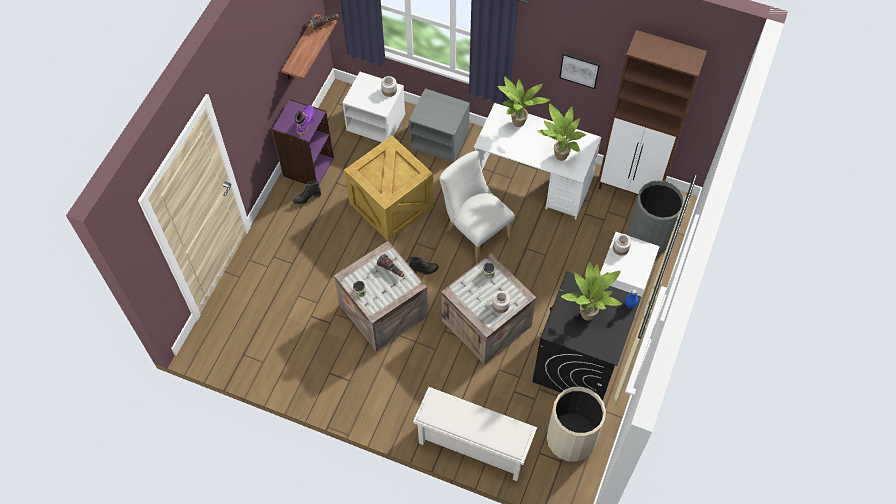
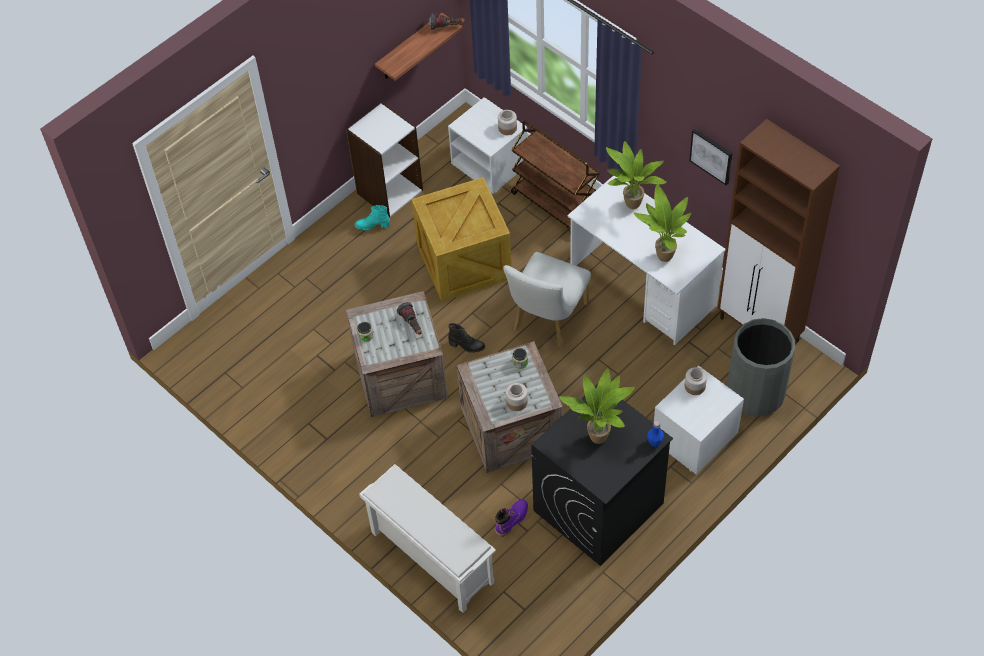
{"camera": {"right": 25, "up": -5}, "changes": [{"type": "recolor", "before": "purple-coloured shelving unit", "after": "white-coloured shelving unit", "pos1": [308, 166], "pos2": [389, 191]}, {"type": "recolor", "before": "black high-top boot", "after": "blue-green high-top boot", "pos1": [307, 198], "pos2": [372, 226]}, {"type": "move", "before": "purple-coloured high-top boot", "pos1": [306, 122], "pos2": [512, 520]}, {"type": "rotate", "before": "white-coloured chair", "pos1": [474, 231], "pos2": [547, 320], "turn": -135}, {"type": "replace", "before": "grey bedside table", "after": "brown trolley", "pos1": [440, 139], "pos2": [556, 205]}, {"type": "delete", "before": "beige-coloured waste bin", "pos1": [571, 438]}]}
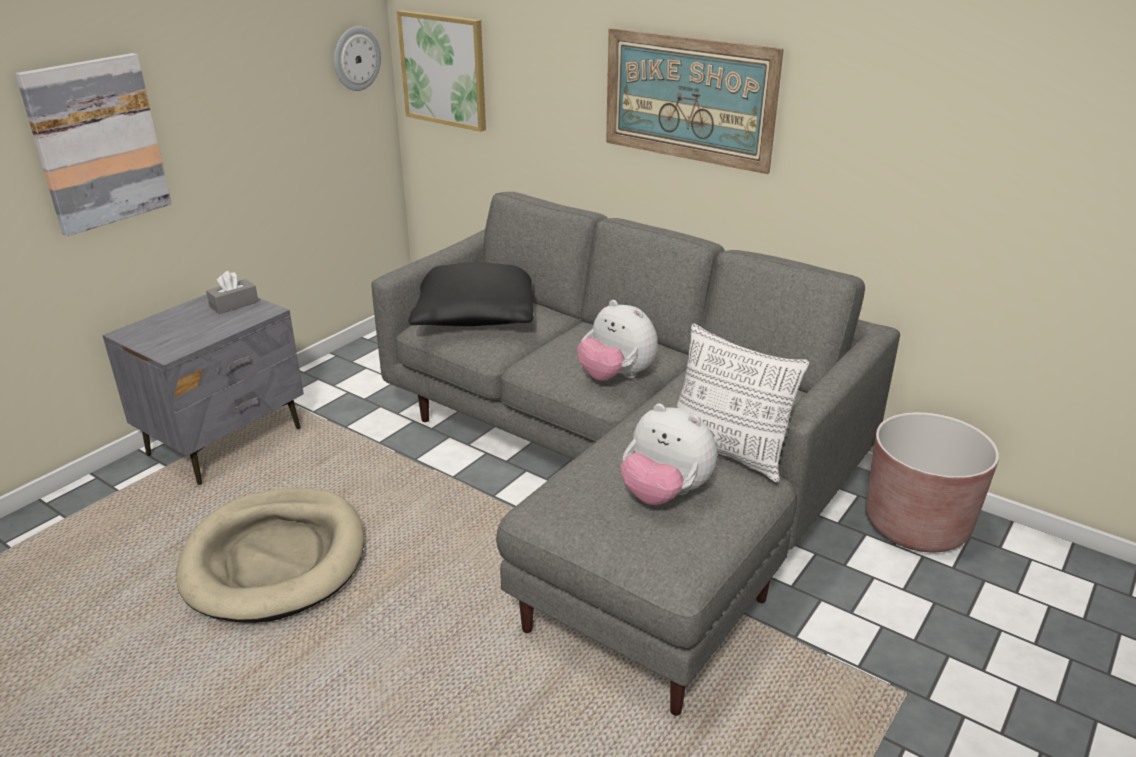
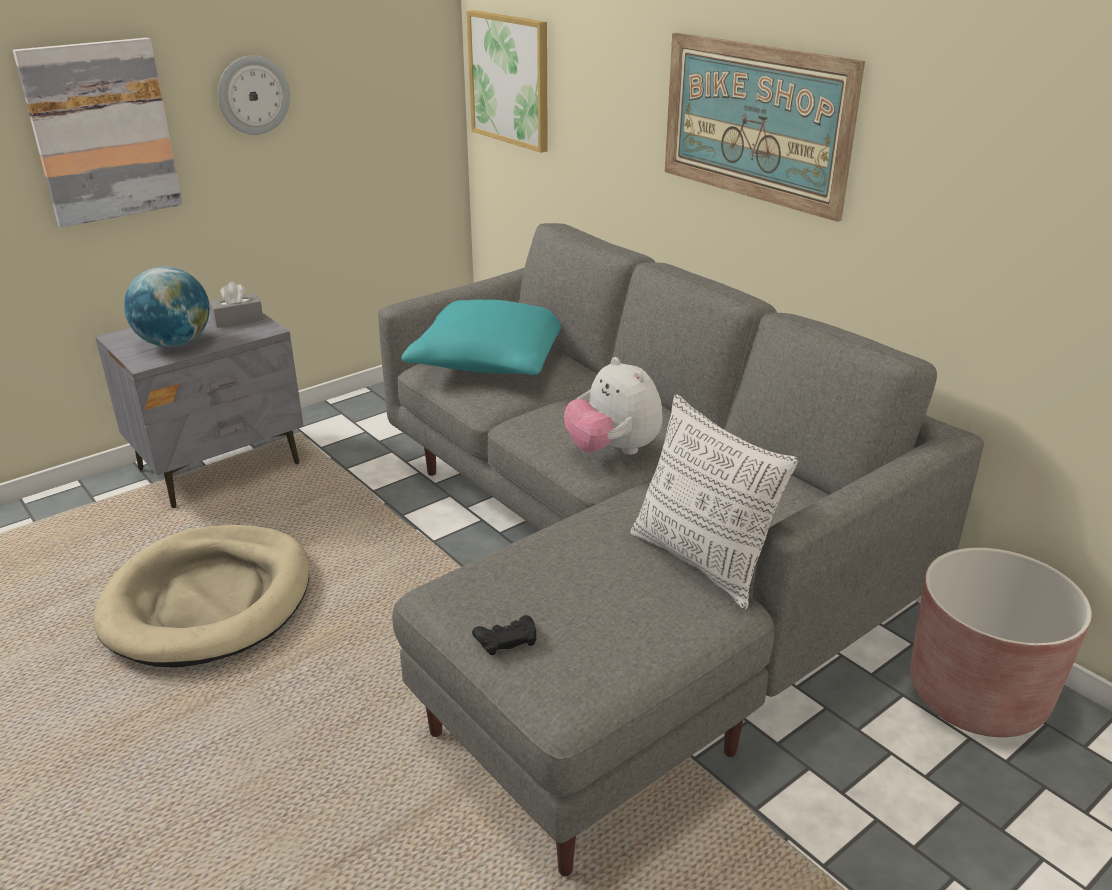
{"camera": {"right": 15, "up": 0}, "changes": [{"type": "insert", "after": "desk globe", "pos2": [175, 343]}, {"type": "move", "before": "hanging clock", "pos1": [356, 58], "pos2": [253, 95]}, {"type": "recolor", "before": "black pillow", "after": "blue-green pillow", "pos1": [474, 315], "pos2": [488, 360]}, {"type": "insert", "after": "black joypad", "pos2": [506, 639]}, {"type": "delete", "before": "soft toy", "pos1": [665, 494]}]}
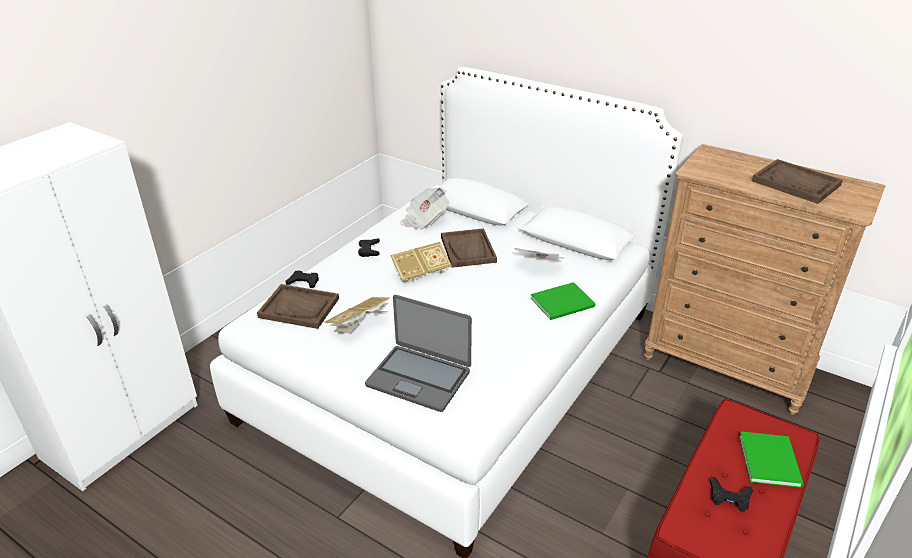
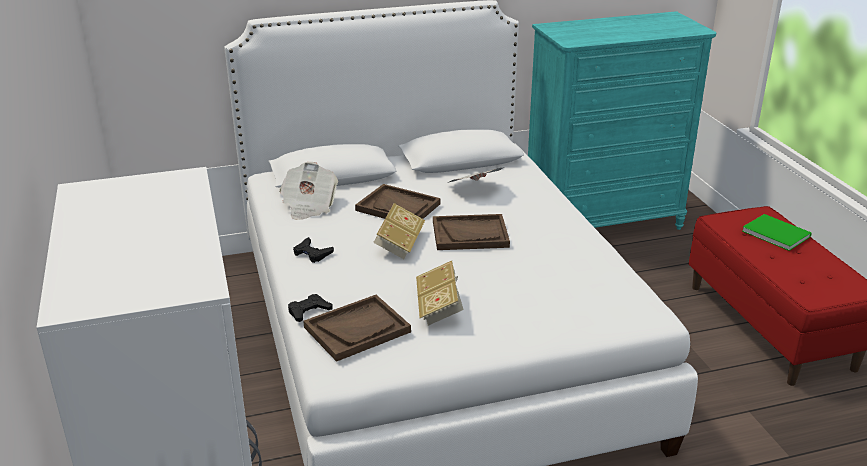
{"camera": {"right": -50, "up": -5}, "changes": [{"type": "move", "before": "brown carrying tray", "pos1": [796, 183], "pos2": [470, 234]}, {"type": "recolor", "before": "brown dresser", "after": "blue-green dresser", "pos1": [727, 365], "pos2": [603, 223]}, {"type": "delete", "before": "notebook computer", "pos1": [419, 377]}, {"type": "delete", "before": "greenish book", "pos1": [564, 303]}, {"type": "delete", "before": "black joypad", "pos1": [729, 497]}]}
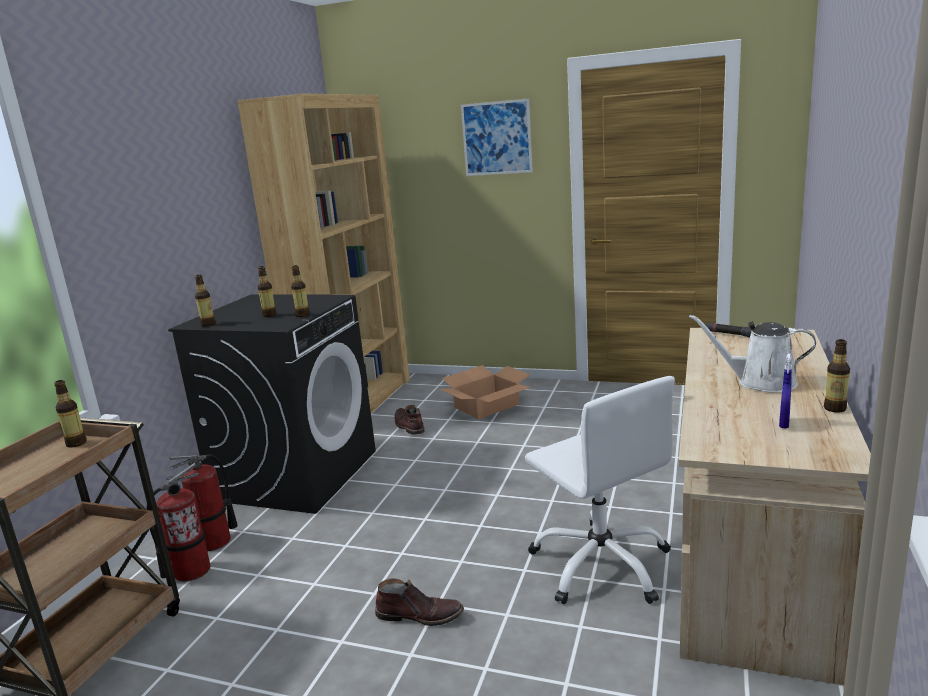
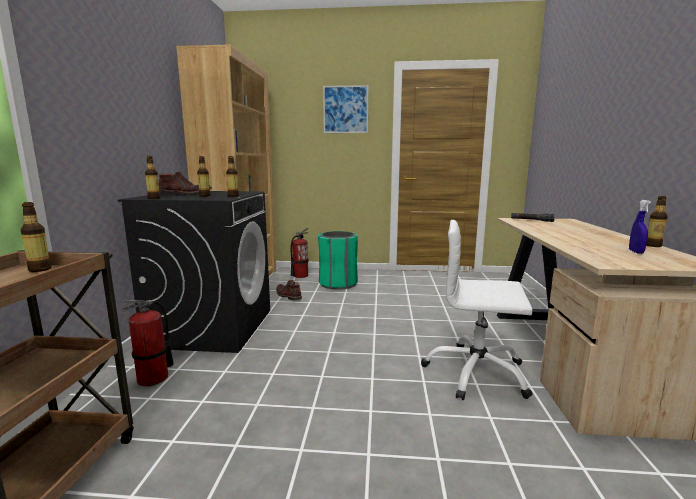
{"camera": {"right": -15, "up": -5}, "changes": [{"type": "move", "before": "brown high-top boot", "pos1": [420, 615], "pos2": [185, 194]}, {"type": "move", "before": "fire extinguisher", "pos1": [191, 571], "pos2": [300, 275]}, {"type": "replace", "before": "carton", "after": "greenish waste bin", "pos1": [487, 406], "pos2": [338, 283]}, {"type": "rotate", "before": "white-coloured computer chair", "pos1": [601, 564], "pos2": [476, 373], "turn": 150}, {"type": "delete", "before": "white-coloured watering can", "pos1": [760, 382]}]}
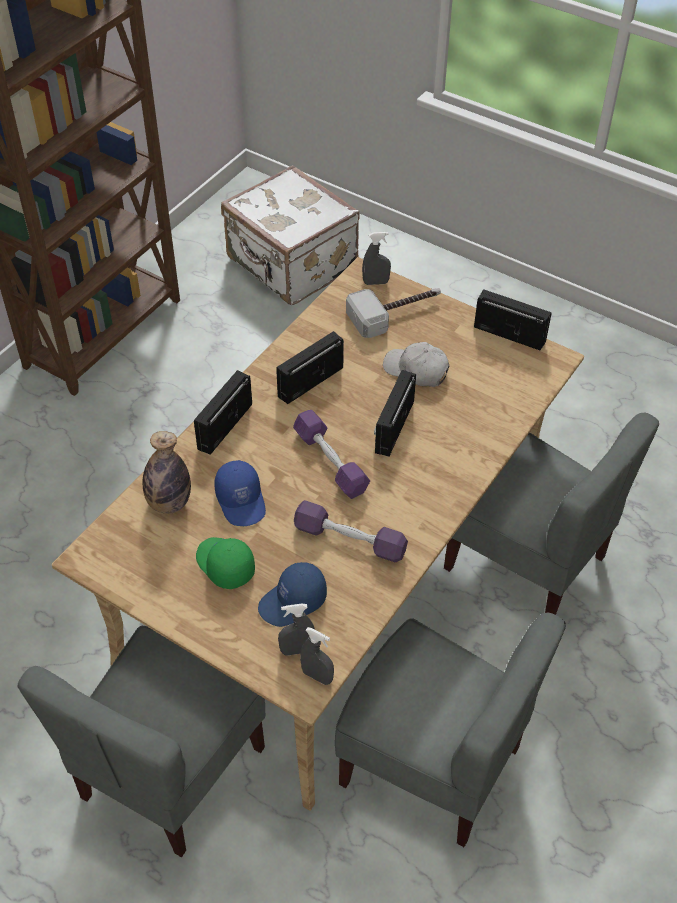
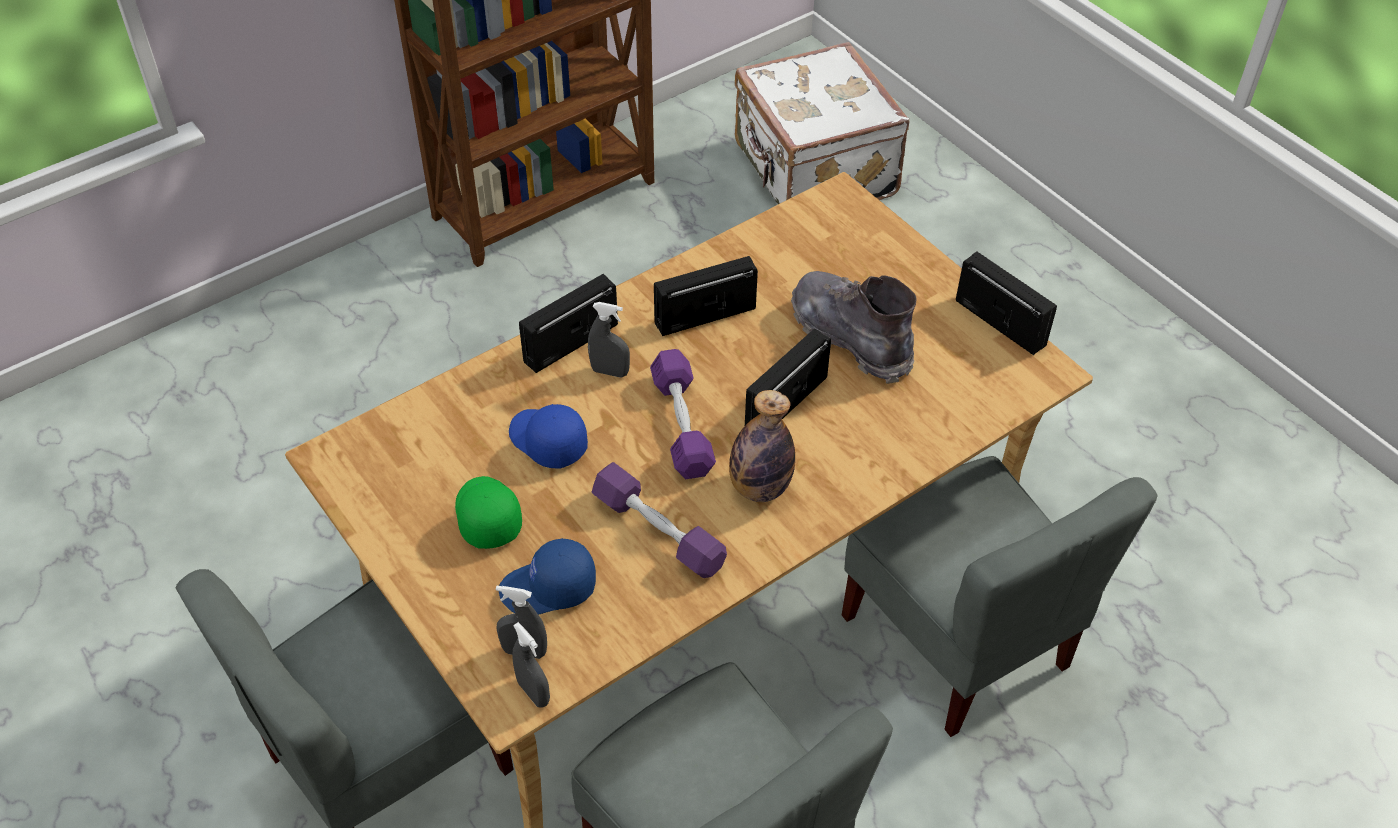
{"camera": {"right": 20, "up": 0}, "changes": [{"type": "rotate", "before": "blue-coloured baseball cap", "pos1": [242, 501], "pos2": [547, 442], "turn": 135}, {"type": "move", "before": "grey hand sprayer", "pos1": [375, 282], "pos2": [610, 371]}, {"type": "move", "before": "bottle", "pos1": [169, 503], "pos2": [759, 488]}, {"type": "replace", "before": "white-coloured baseball cap", "after": "grey high-top boot", "pos1": [416, 370], "pos2": [850, 337]}, {"type": "delete", "before": "hand hammer", "pos1": [396, 313]}]}
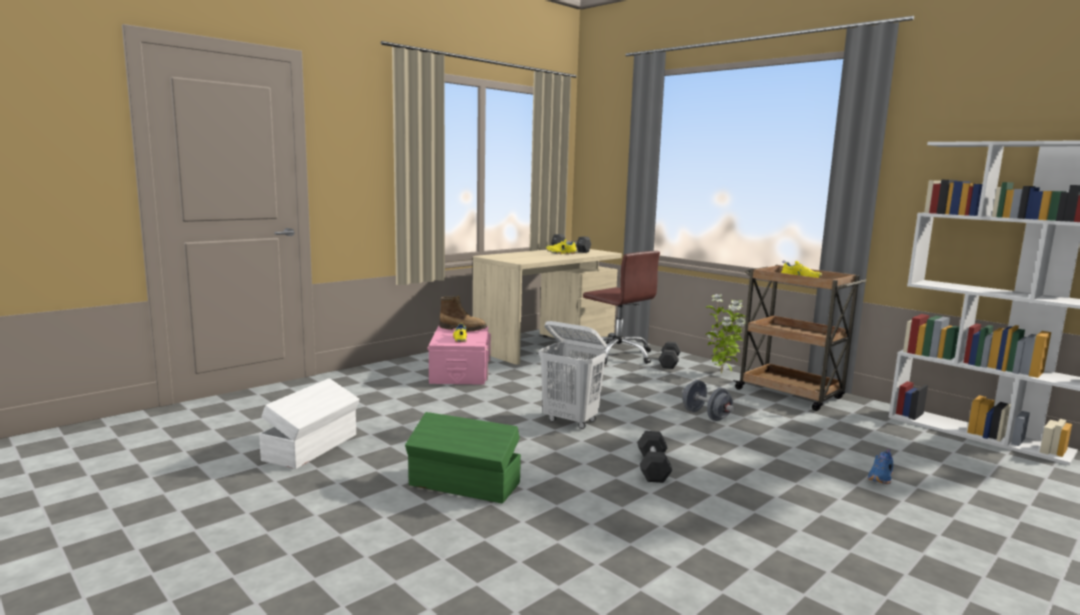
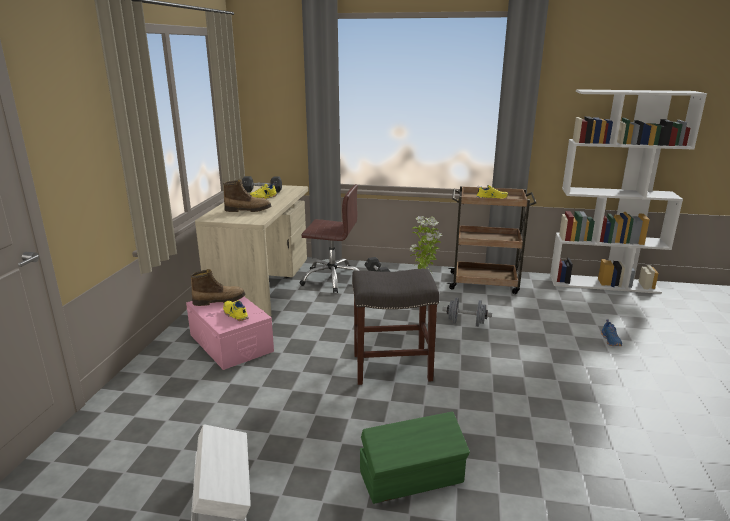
{"camera": {"right": -35, "up": 10}, "changes": [{"type": "insert", "after": "high-top boot", "pos2": [248, 210]}, {"type": "replace", "before": "white-coloured laundry basket", "after": "grey stool seat", "pos1": [571, 421], "pos2": [393, 366]}, {"type": "delete", "before": "black dumbbell", "pos1": [653, 467]}]}
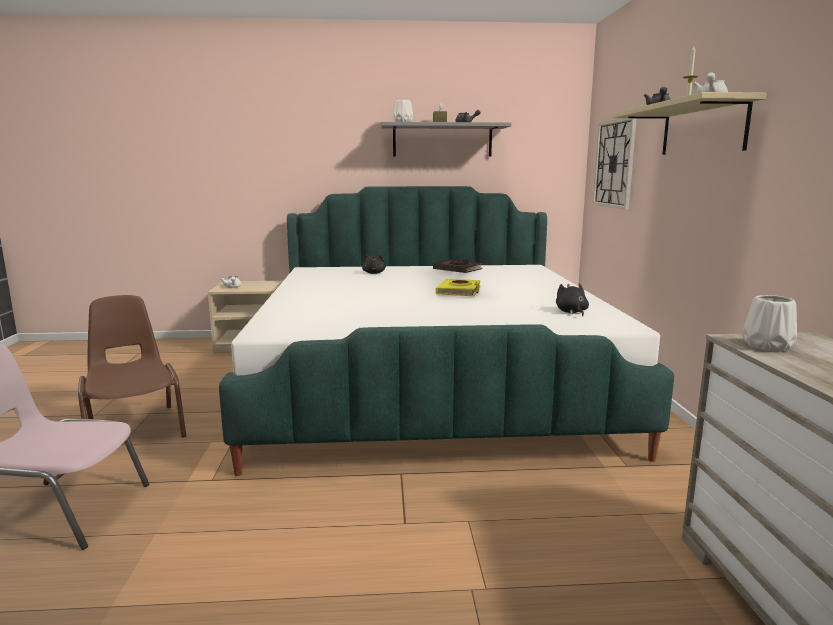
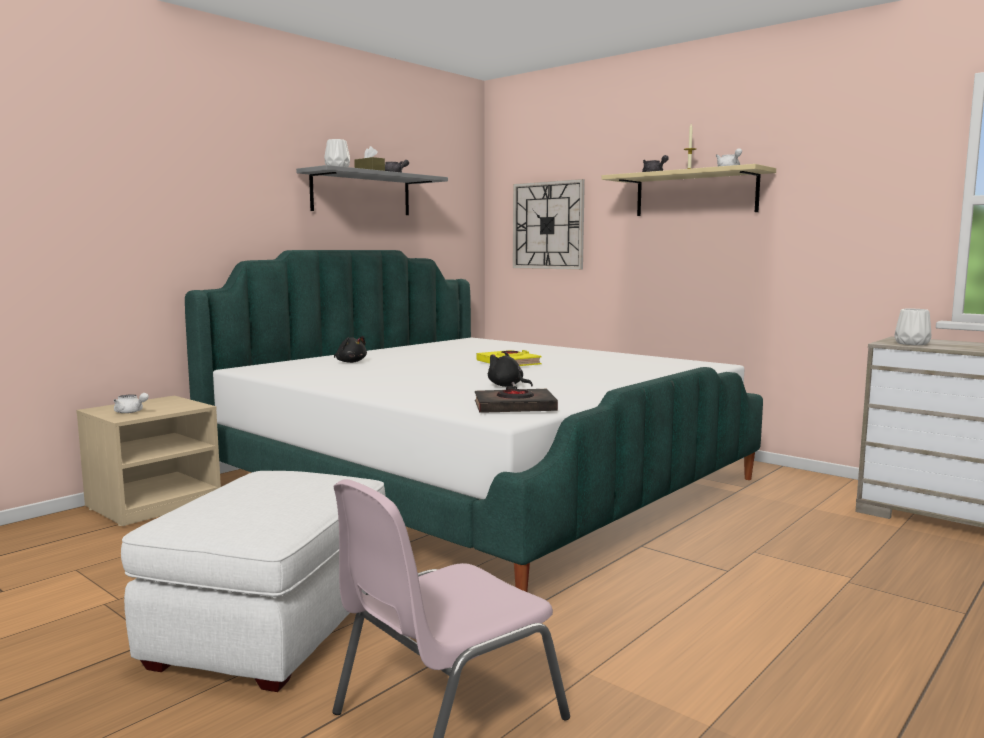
{"camera": {"right": -45, "up": -5}, "changes": [{"type": "replace", "before": "brown chair", "after": "white-coloured ottoman", "pos1": [135, 428], "pos2": [273, 625]}, {"type": "move", "before": "black book", "pos1": [457, 270], "pos2": [514, 407]}, {"type": "move", "before": "black soft toy", "pos1": [571, 312], "pos2": [507, 386]}]}
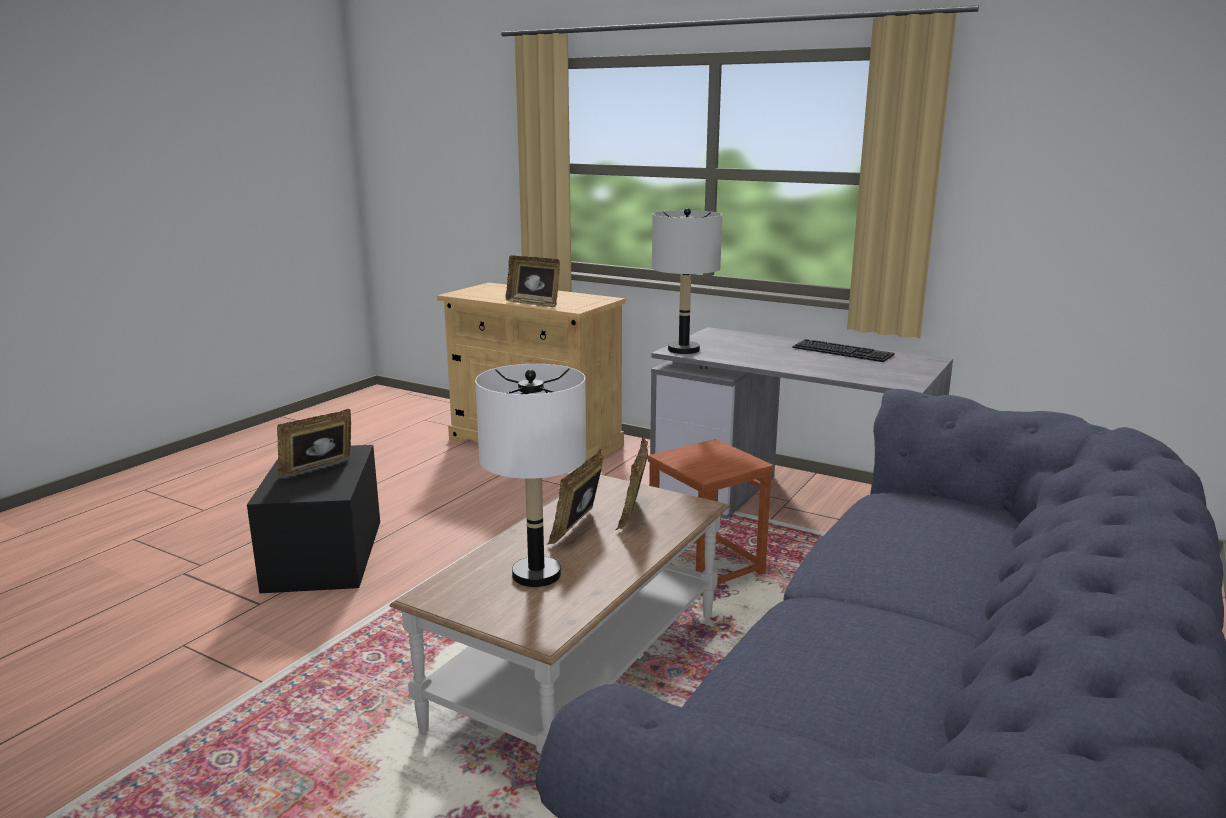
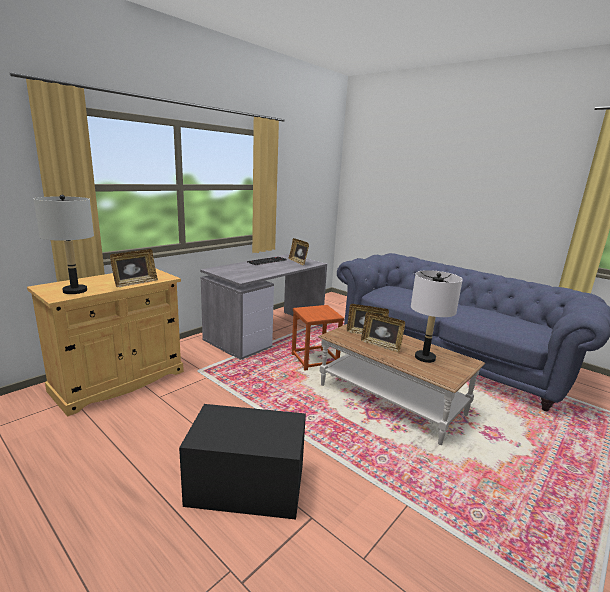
{"camera": {"right": -80, "up": 0}, "changes": [{"type": "move", "before": "grey table lamp", "pos1": [684, 350], "pos2": [75, 291]}, {"type": "move", "before": "photo frame", "pos1": [319, 469], "pos2": [298, 262]}]}
